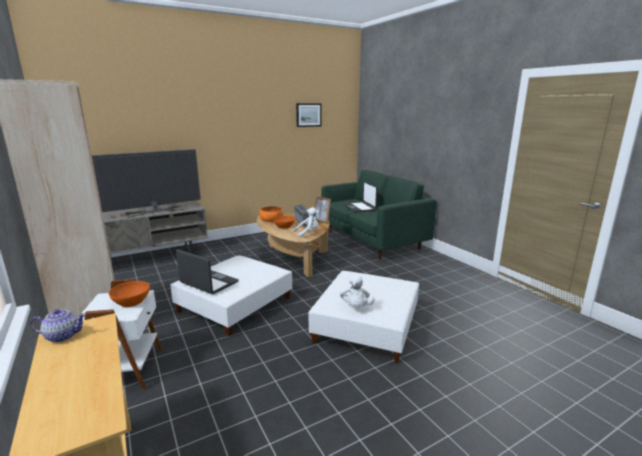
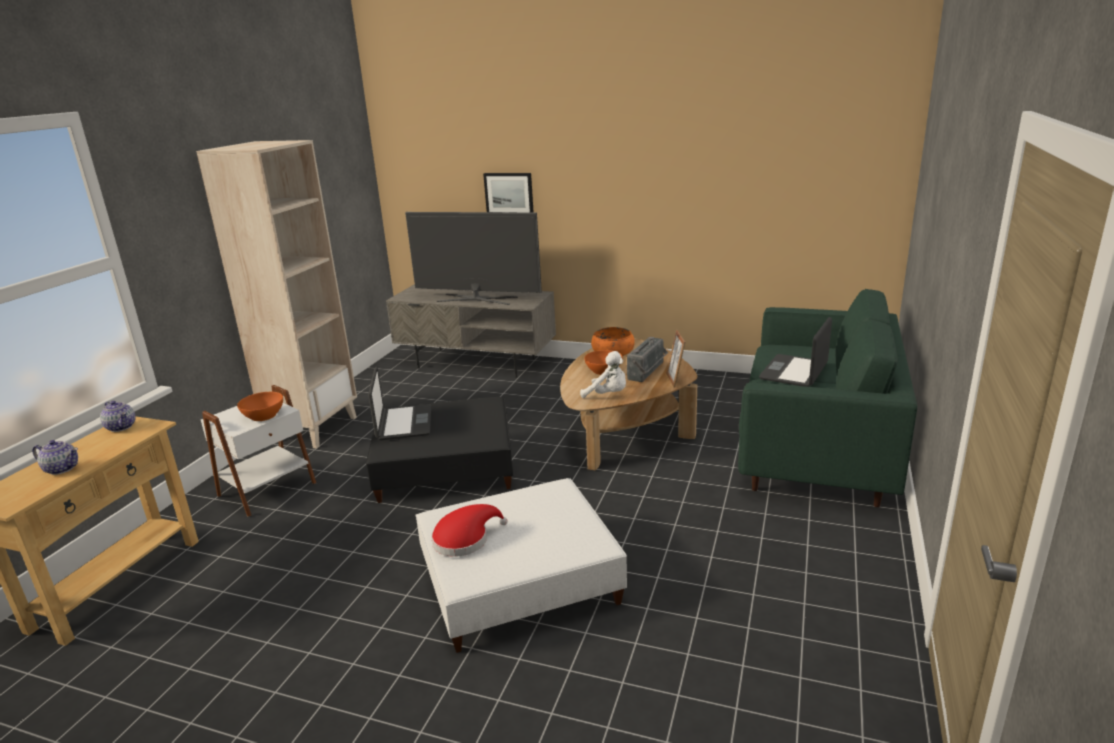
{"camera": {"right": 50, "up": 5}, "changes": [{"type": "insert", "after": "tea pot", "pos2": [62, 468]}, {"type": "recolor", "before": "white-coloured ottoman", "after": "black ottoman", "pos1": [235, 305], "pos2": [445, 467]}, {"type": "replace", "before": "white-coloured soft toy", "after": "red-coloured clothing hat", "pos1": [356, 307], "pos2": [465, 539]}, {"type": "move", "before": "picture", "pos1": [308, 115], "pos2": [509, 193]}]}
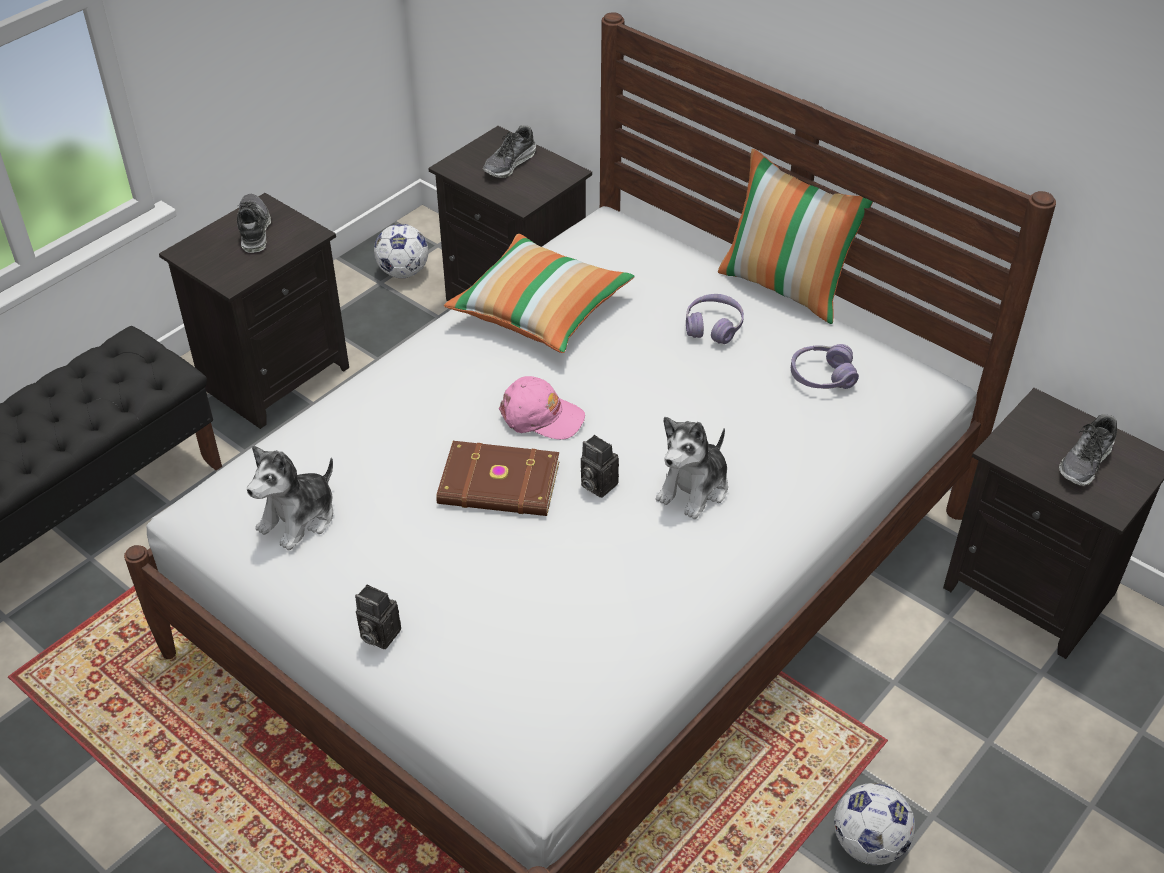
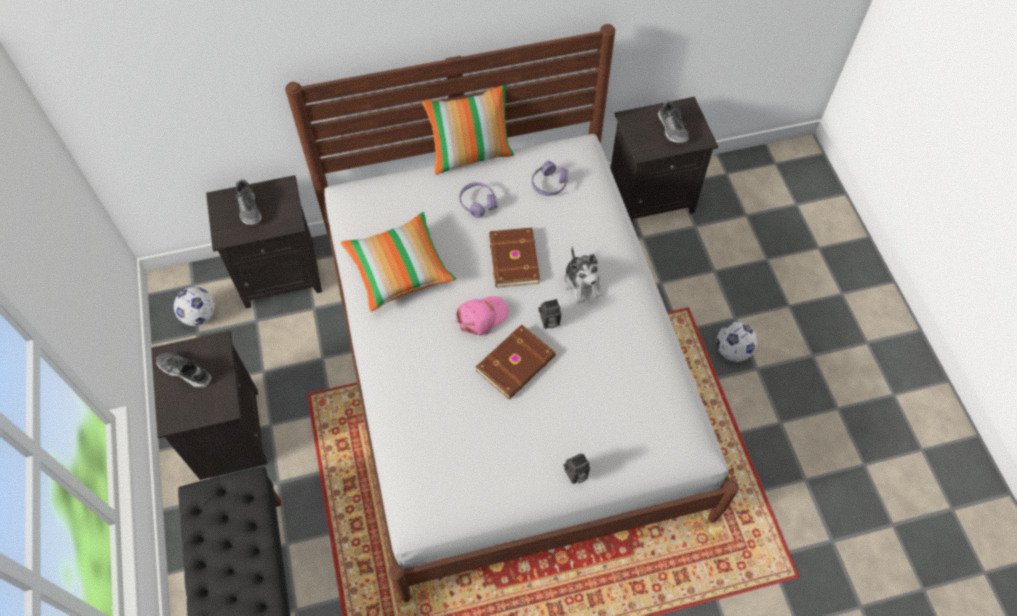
{"camera": {"right": -55, "up": 15}, "changes": [{"type": "insert", "after": "brown book", "pos2": [512, 260]}, {"type": "delete", "before": "soft toy", "pos1": [299, 518]}]}
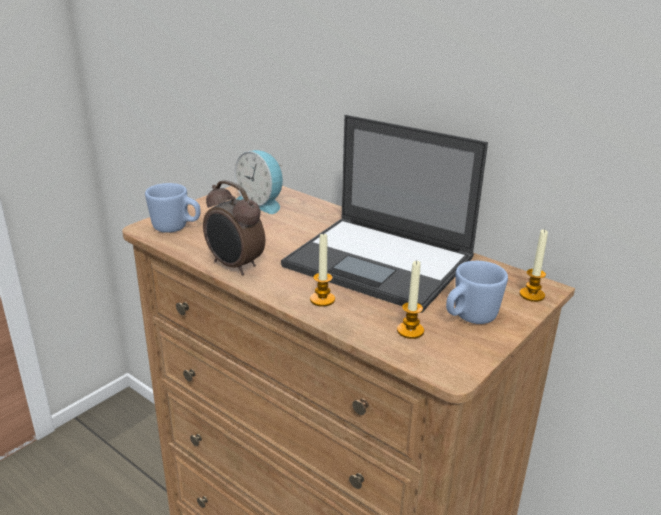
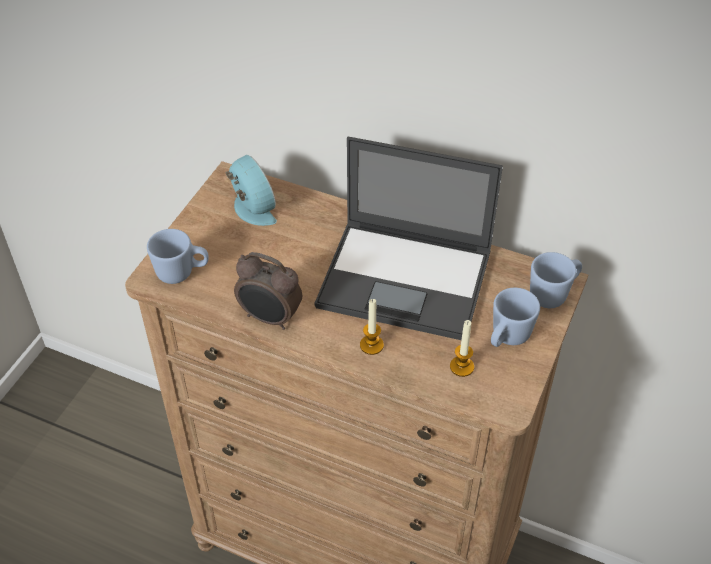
{"camera": {"right": -15, "up": 20}, "changes": [{"type": "rotate", "before": "table clock", "pos1": [262, 203], "pos2": [251, 209], "turn": -150}, {"type": "replace", "before": "candle", "after": "blue-coloured coffee mug", "pos1": [532, 295], "pos2": [553, 294]}]}
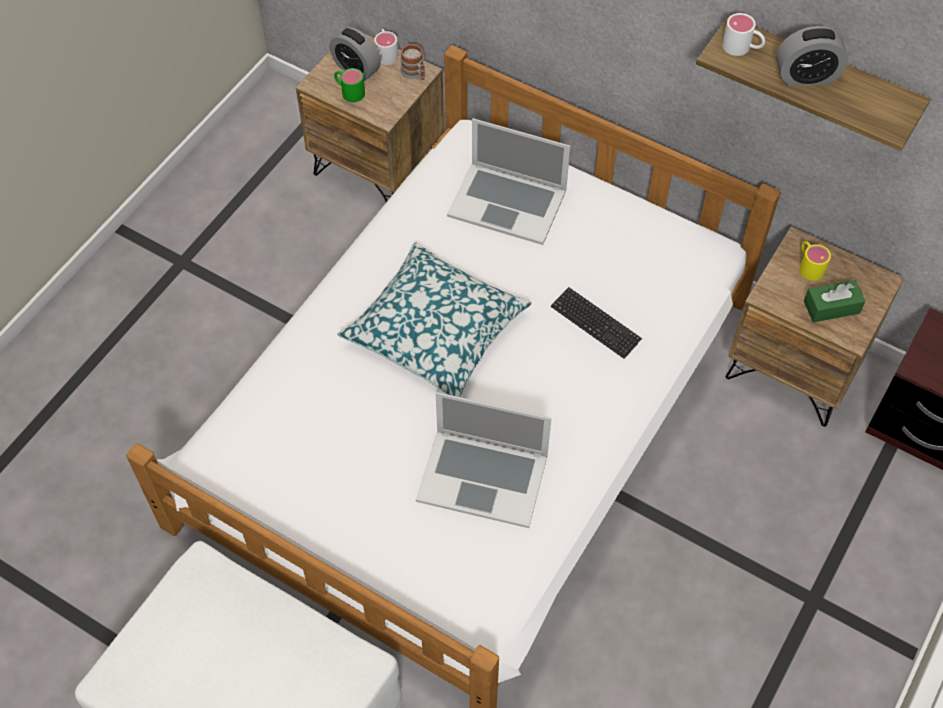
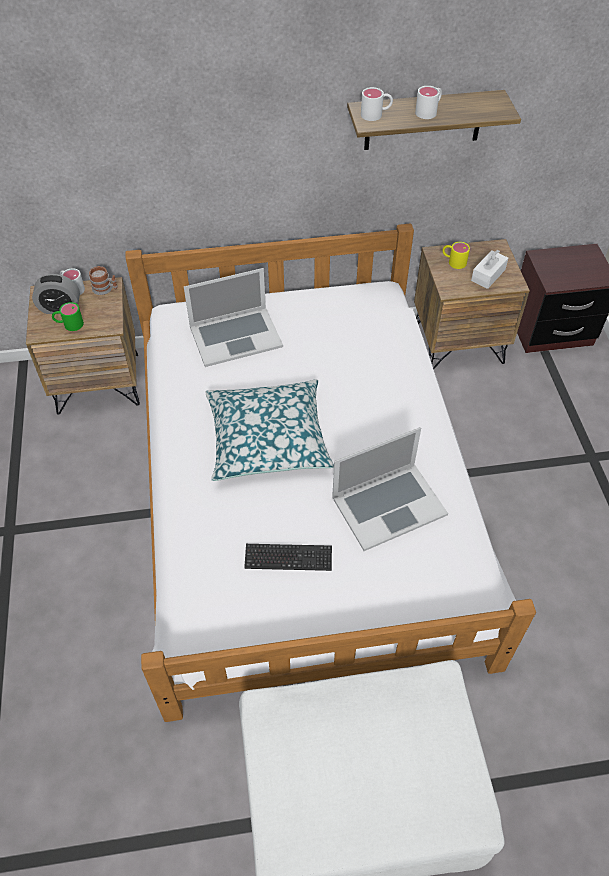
{"camera": {"right": -40, "up": -5}, "changes": [{"type": "move", "before": "keyboard", "pos1": [595, 324], "pos2": [288, 558]}, {"type": "replace", "before": "table clock", "after": "white-coloured coffee mug", "pos1": [806, 77], "pos2": [429, 111]}, {"type": "recolor", "before": "greenish tissue box", "after": "white-coloured tissue box", "pos1": [831, 307], "pos2": [488, 275]}]}
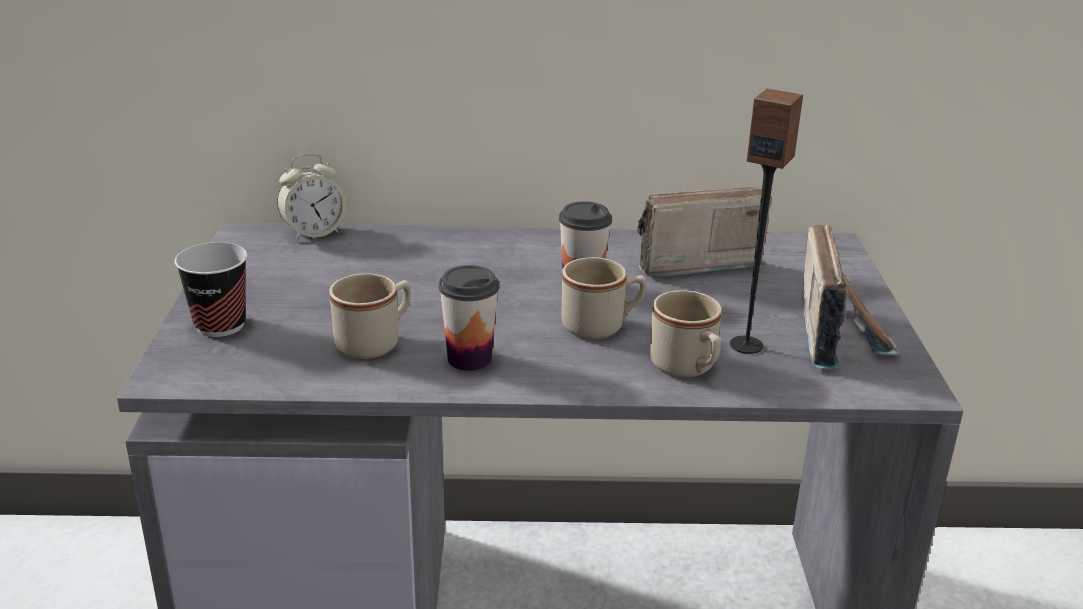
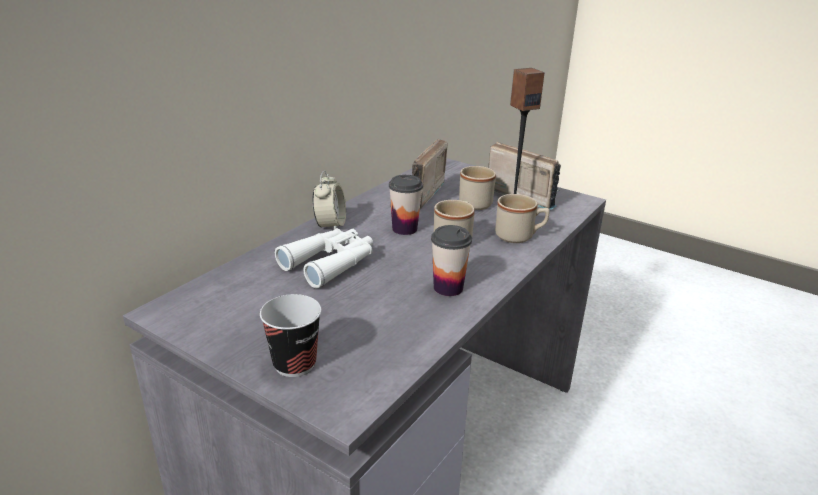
{"camera": {"right": -55, "up": 0}, "changes": [{"type": "insert", "after": "white-coloured pair of binoculars", "pos2": [331, 263]}, {"type": "move", "before": "table clock", "pos1": [313, 233], "pos2": [330, 225]}, {"type": "move", "before": "beige-coloured coffee mug", "pos1": [375, 342], "pos2": [474, 202]}]}
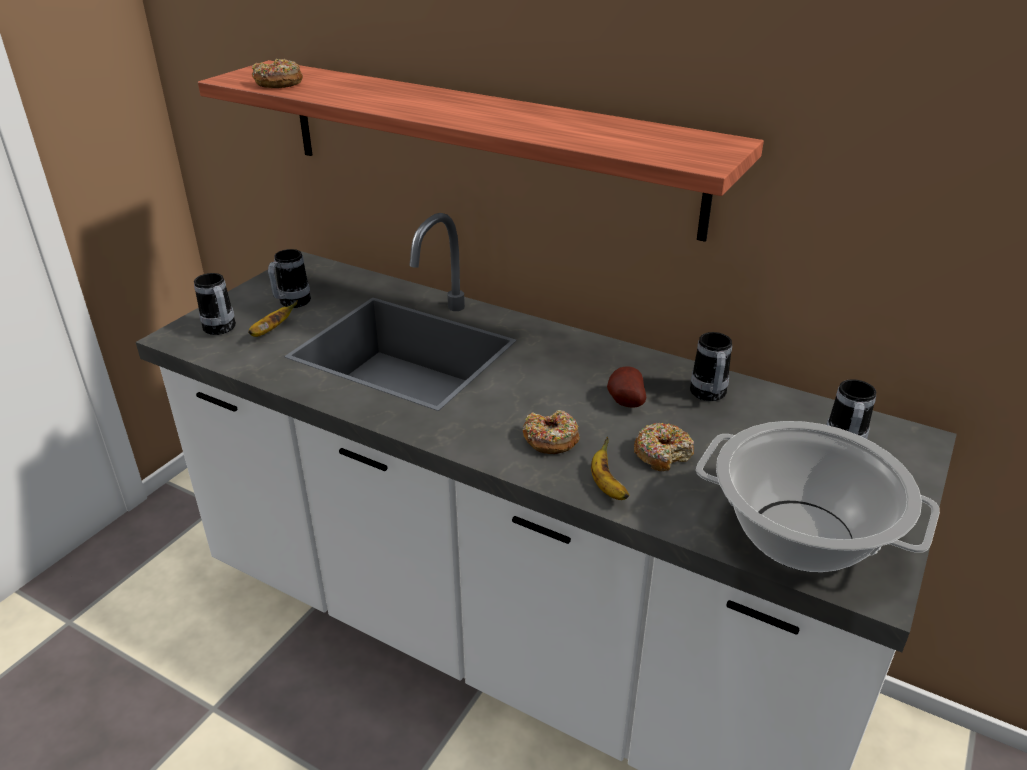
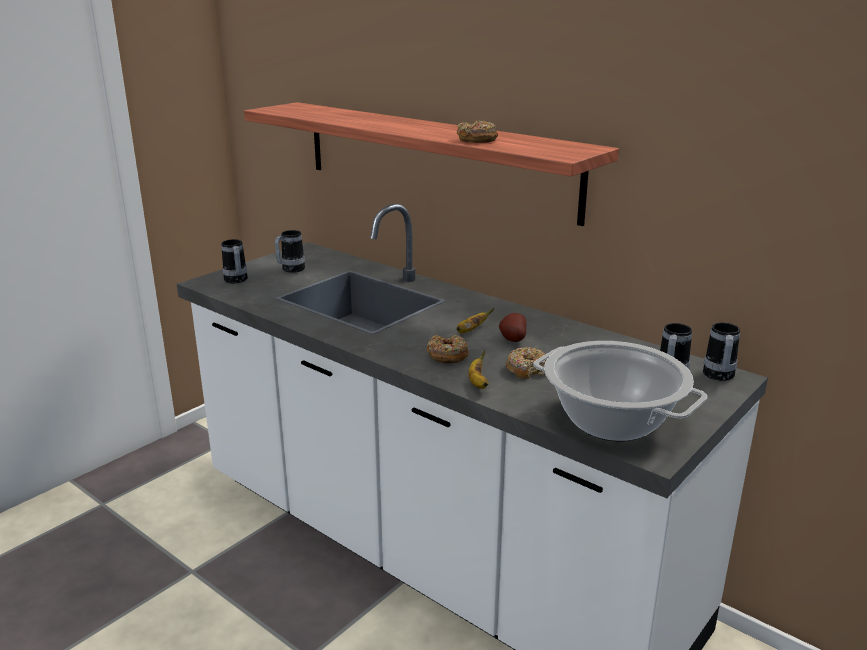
{"camera": {"right": 10, "up": -10}, "changes": [{"type": "move", "before": "banana fruit", "pos1": [271, 330], "pos2": [471, 330]}, {"type": "move", "before": "ring doughnut", "pos1": [278, 83], "pos2": [477, 139]}, {"type": "move", "before": "coffee mug", "pos1": [708, 396], "pos2": [719, 377]}]}
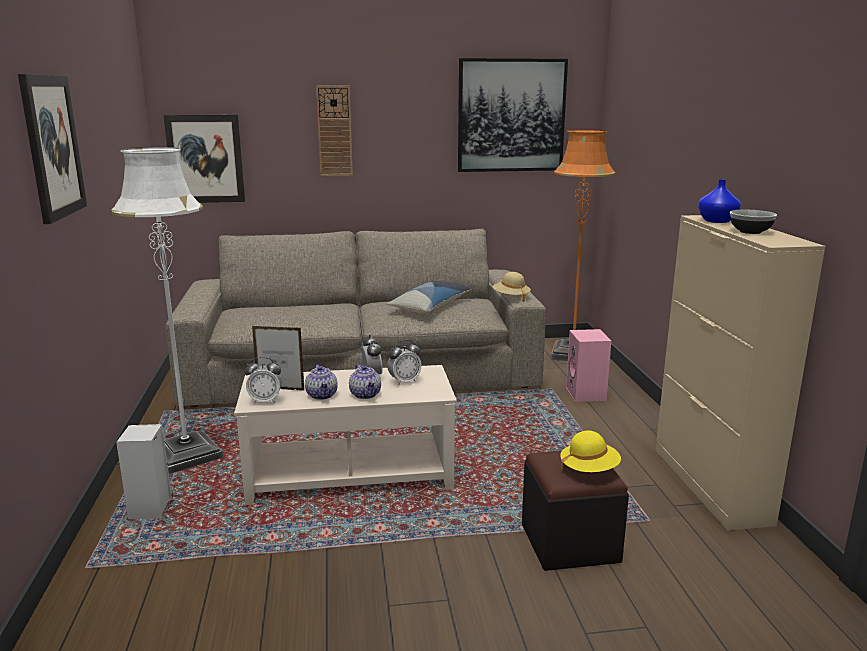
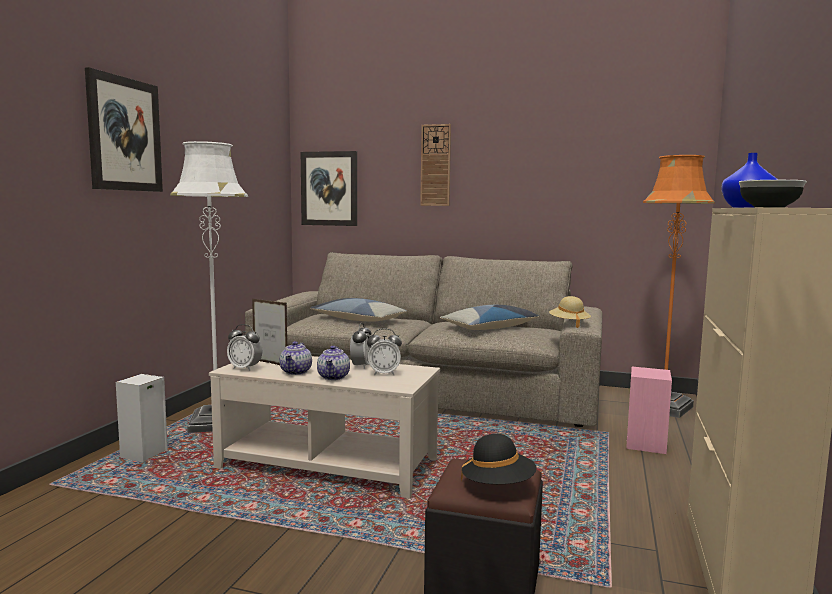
{"camera": {"right": 25, "up": -10}, "changes": [{"type": "insert", "after": "pillow", "pos2": [358, 320]}, {"type": "recolor", "before": "yellow clothing hat", "after": "black clothing hat", "pos1": [589, 469], "pos2": [498, 486]}, {"type": "delete", "before": "picture", "pos1": [511, 116]}]}
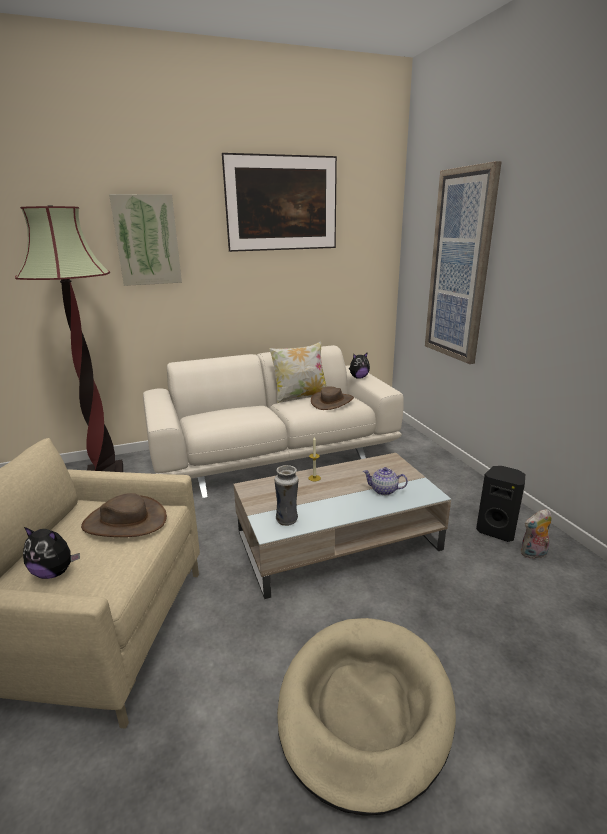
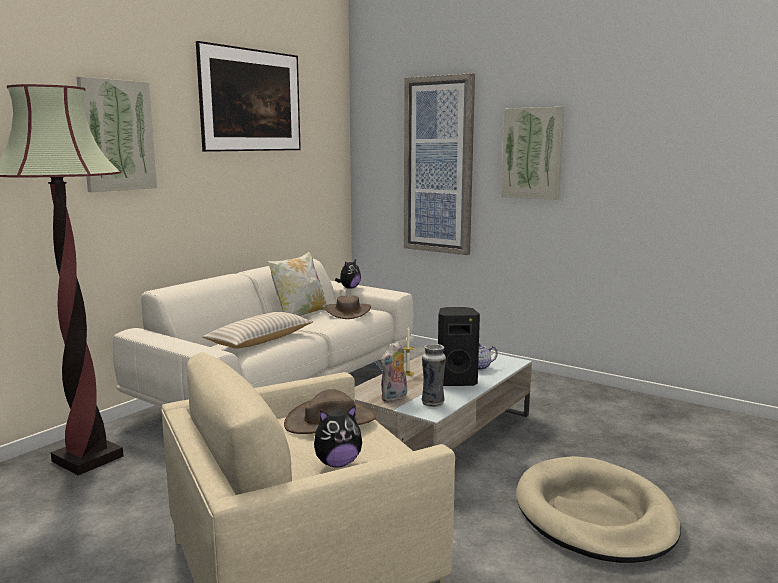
{"camera": {"right": -35, "up": -10}, "changes": [{"type": "insert", "after": "beige-coloured pillow", "pos2": [260, 340]}, {"type": "move", "before": "soft toy", "pos1": [533, 554], "pos2": [394, 398]}, {"type": "move", "before": "black loudspeaker", "pos1": [496, 530], "pos2": [456, 381]}, {"type": "insert", "after": "picture", "pos2": [532, 153]}]}
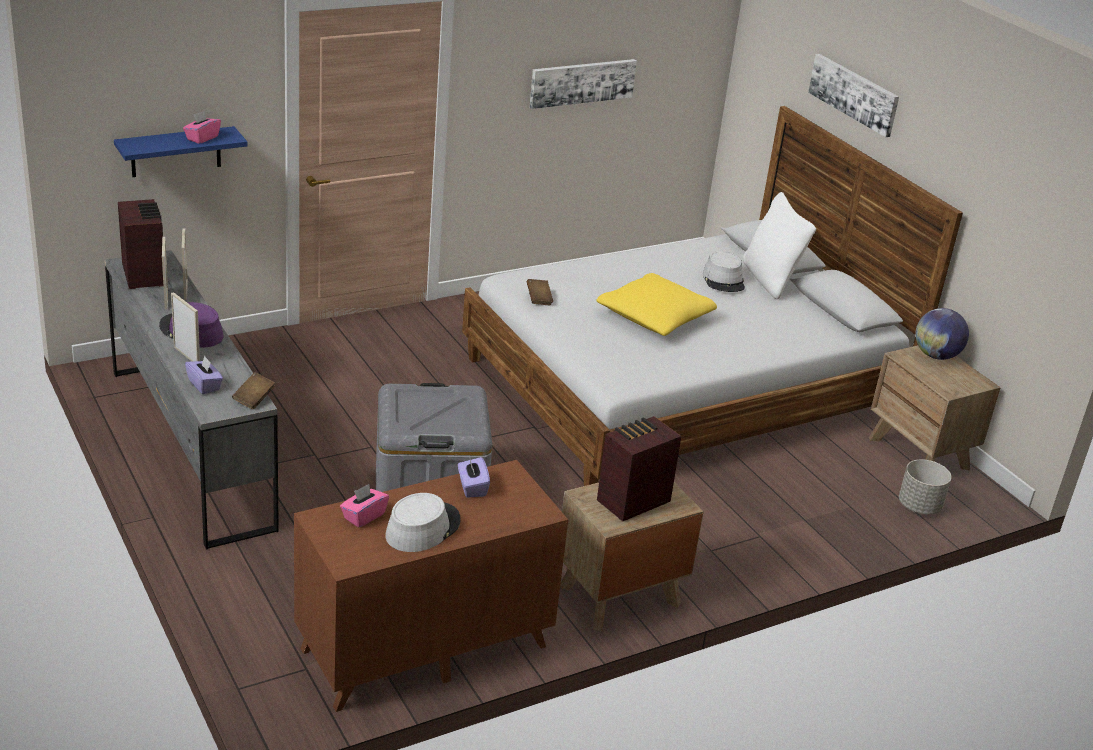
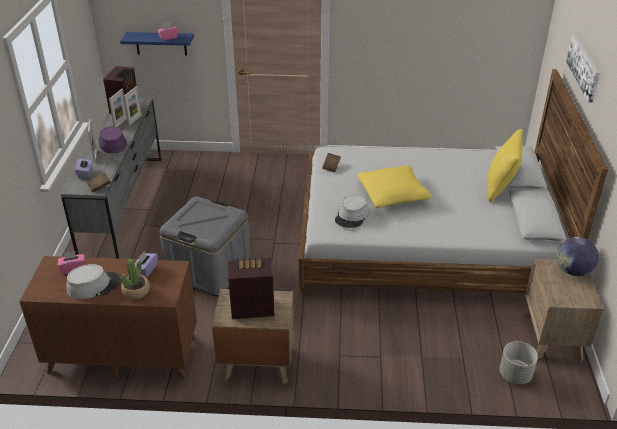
{"camera": {"right": 35, "up": 5}, "changes": [{"type": "insert", "after": "plant in a pot", "pos2": [136, 291]}, {"type": "move", "before": "grey clothing hat", "pos1": [724, 280], "pos2": [352, 216]}, {"type": "recolor", "before": "white-coloured pillow", "after": "yellow pillow", "pos1": [771, 280], "pos2": [500, 188]}, {"type": "delete", "before": "picture", "pos1": [582, 82]}]}
